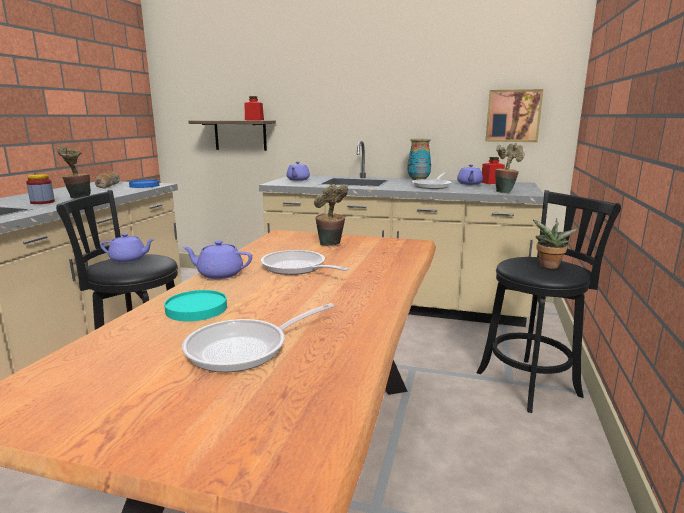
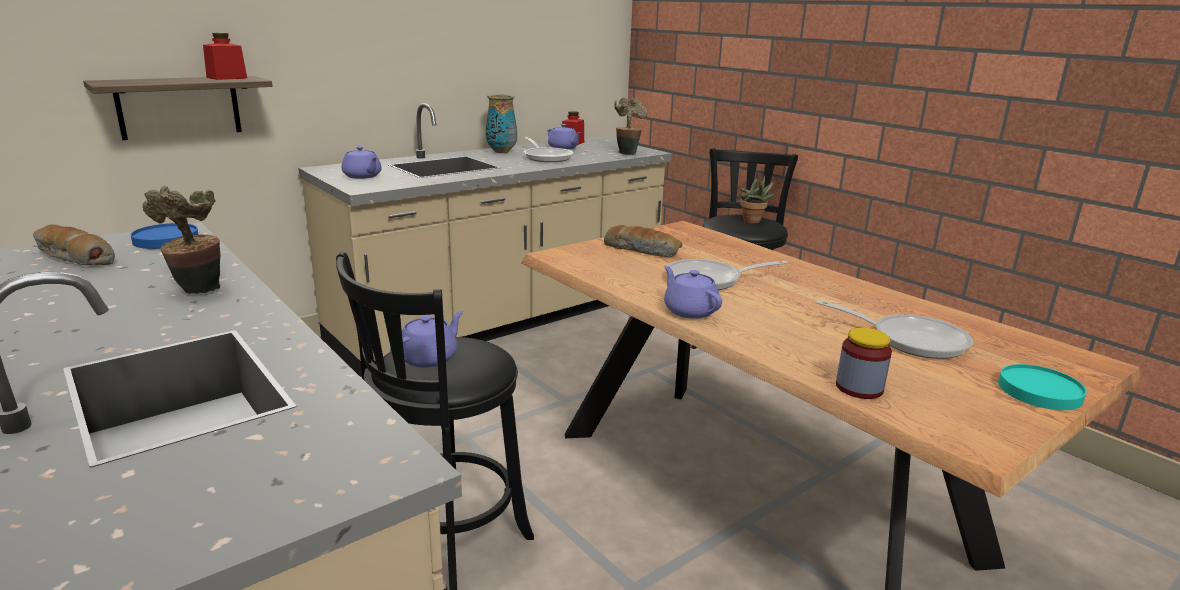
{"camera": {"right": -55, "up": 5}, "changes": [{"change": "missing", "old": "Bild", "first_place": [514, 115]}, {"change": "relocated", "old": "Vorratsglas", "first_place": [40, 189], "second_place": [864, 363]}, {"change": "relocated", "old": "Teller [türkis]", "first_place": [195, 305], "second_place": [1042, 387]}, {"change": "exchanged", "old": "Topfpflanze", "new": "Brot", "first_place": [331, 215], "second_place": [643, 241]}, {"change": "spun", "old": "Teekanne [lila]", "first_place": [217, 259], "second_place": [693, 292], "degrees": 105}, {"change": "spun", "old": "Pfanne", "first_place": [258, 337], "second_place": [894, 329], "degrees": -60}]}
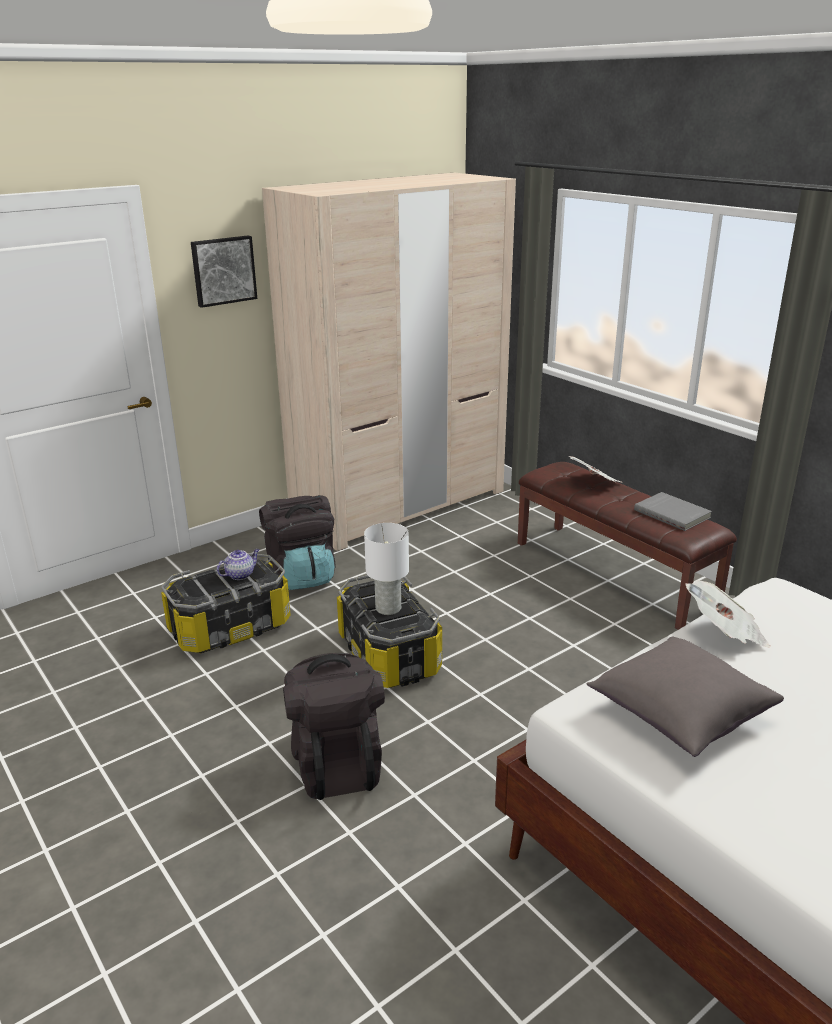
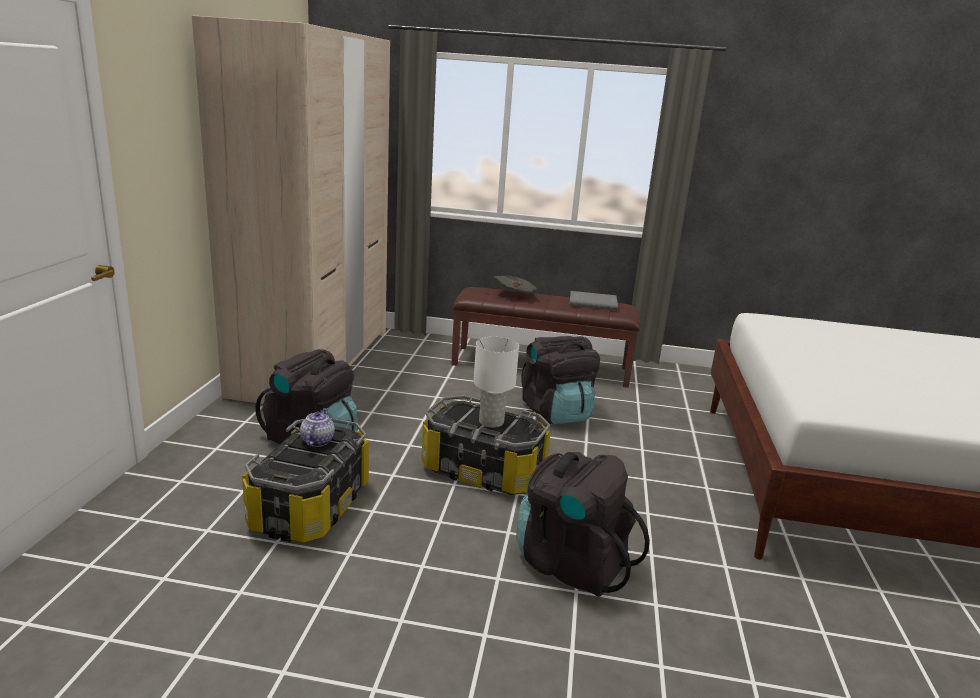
{"camera": {"right": -45, "up": -5}, "changes": [{"change": "missing", "old": "Bild", "first_place": [224, 272]}, {"change": "missing", "old": "Kissen [grau]", "first_place": [685, 696]}, {"change": "missing", "old": "Zeitung", "first_place": [727, 613]}, {"change": "appeared", "new": "Rucksack [schwarz]", "second_place": [560, 380]}]}
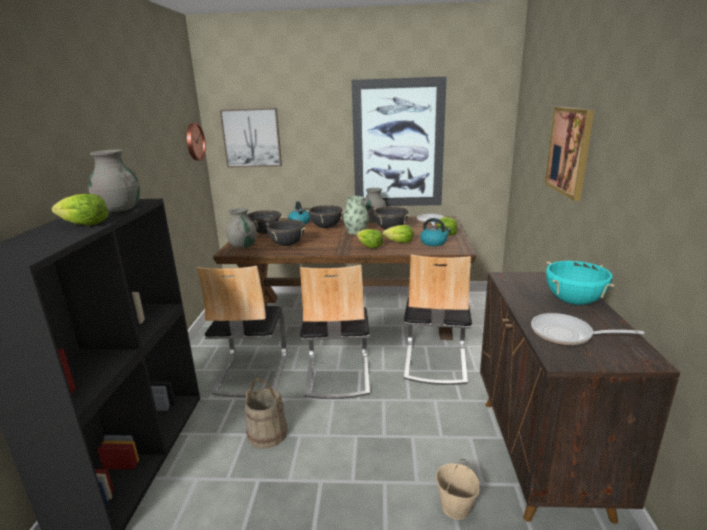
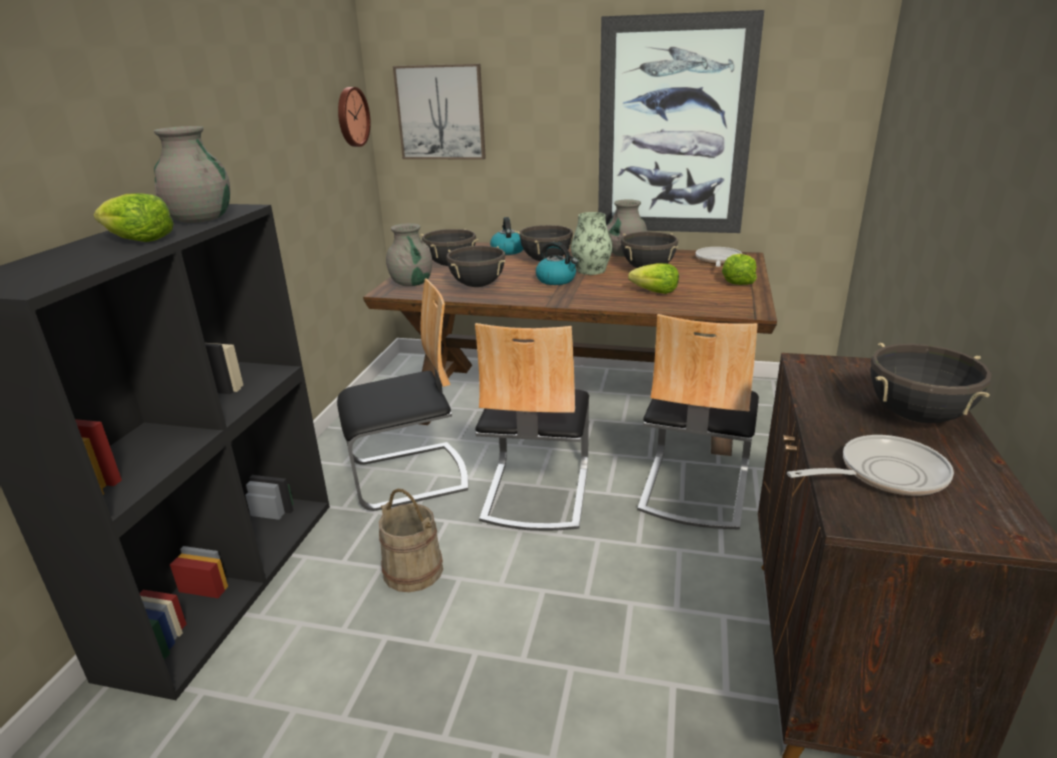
{"camera": {"right": 10, "up": 5}, "changes": [{"change": "missing", "old": "Salatkopf", "first_place": [369, 238]}, {"change": "missing", "old": "Eimer [beige]", "first_place": [457, 489]}, {"change": "missing", "old": "Bild", "first_place": [569, 154]}, {"change": "relocated", "old": "Wasserkessel", "first_place": [435, 232], "second_place": [557, 263]}, {"change": "colour", "old": "Kochtopf [türkis]", "new": "Kochtopf [schwarz]", "first_place": [580, 283], "second_place": [931, 383]}, {"change": "spun", "old": "Stuhl", "first_place": [241, 331], "second_place": [402, 394], "degrees": -120}, {"change": "spun", "old": "Pfanne", "first_place": [587, 329], "second_place": [870, 465], "degrees": 135}]}
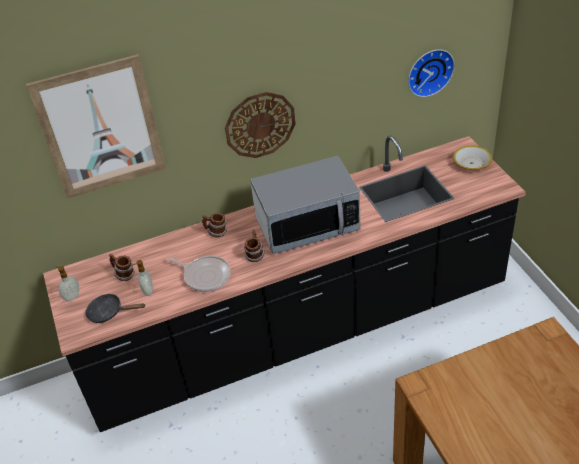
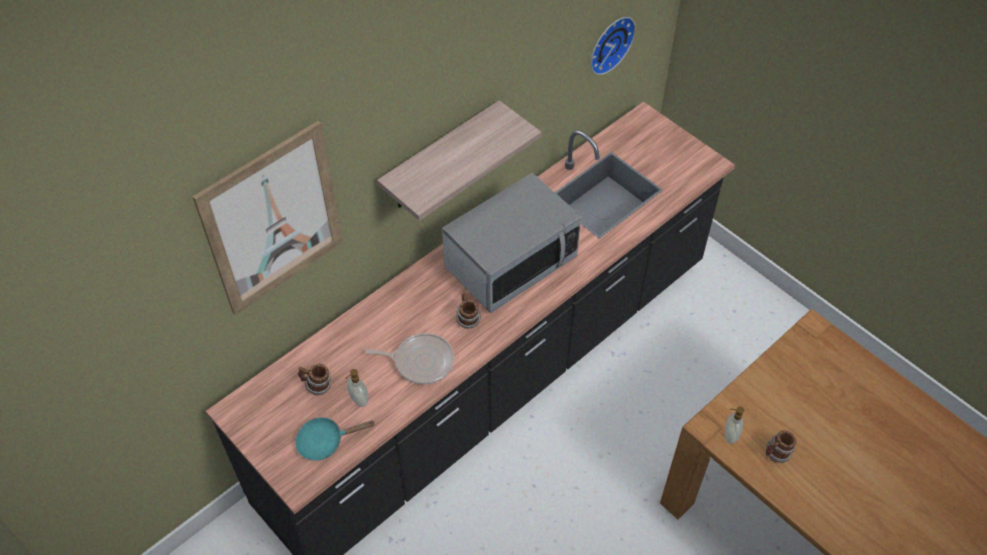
{"camera": {"right": -25, "up": 10}, "changes": [{"change": "missing", "old": "Schüssel", "first_place": [472, 158]}, {"change": "relocated", "old": "Seifenspender", "first_place": [68, 284], "second_place": [734, 425]}, {"change": "relocated", "old": "Henkelbecher", "first_place": [214, 225], "second_place": [781, 446]}, {"change": "exchanged", "old": "Wanduhr", "new": "Wandregal", "first_place": [260, 125], "second_place": [459, 160]}, {"change": "colour", "old": "Pfanne [schwarz]", "new": "Pfanne [türkis]", "first_place": [115, 308], "second_place": [335, 439]}]}
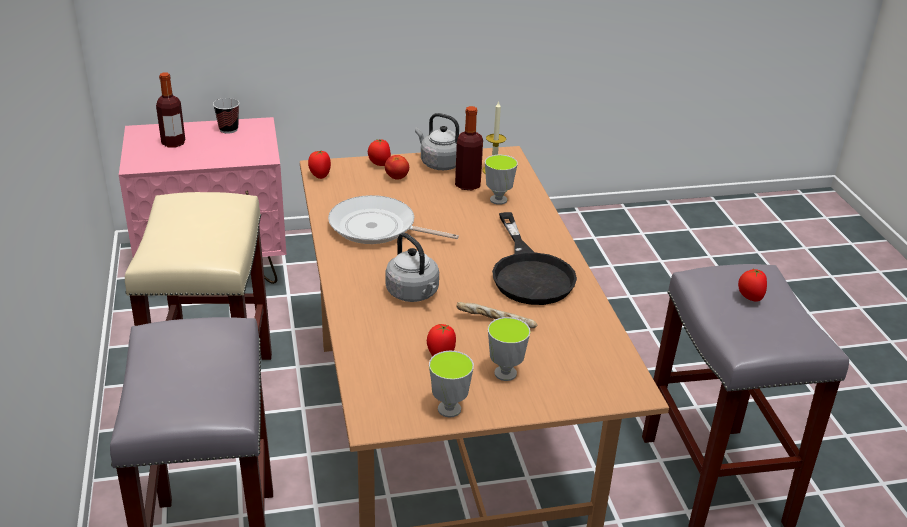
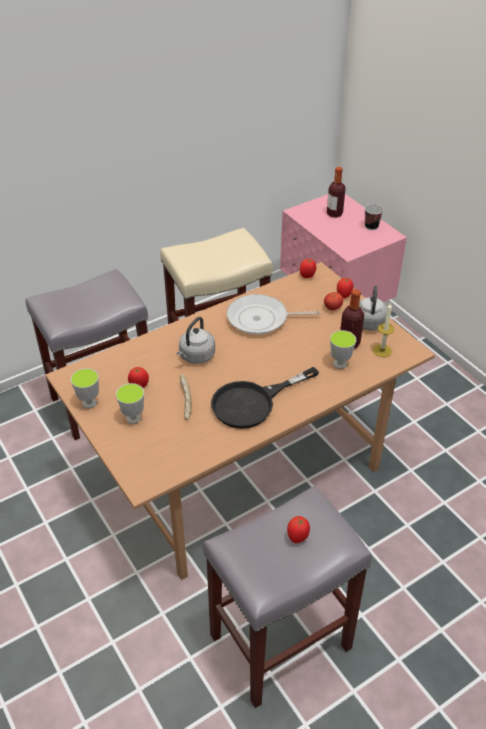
{"camera": {"right": 70, "up": 10}, "changes": [{"change": "spun", "old": "Pfanne", "first_place": [393, 219], "second_place": [274, 314], "degrees": -90}]}
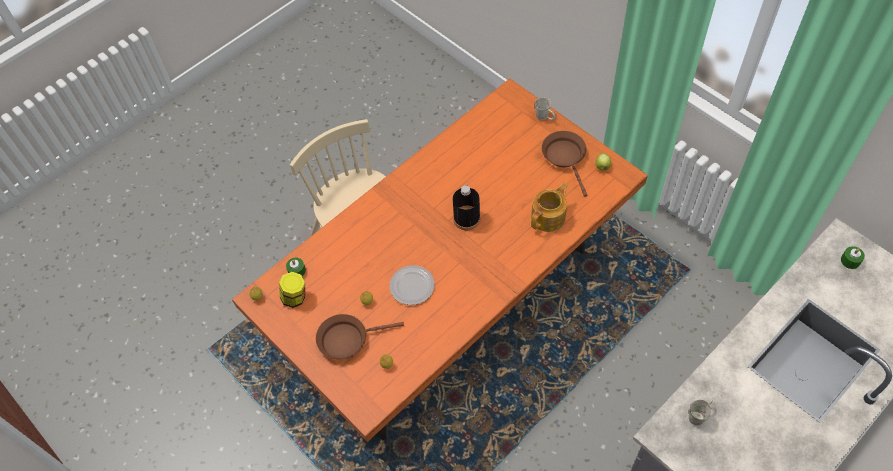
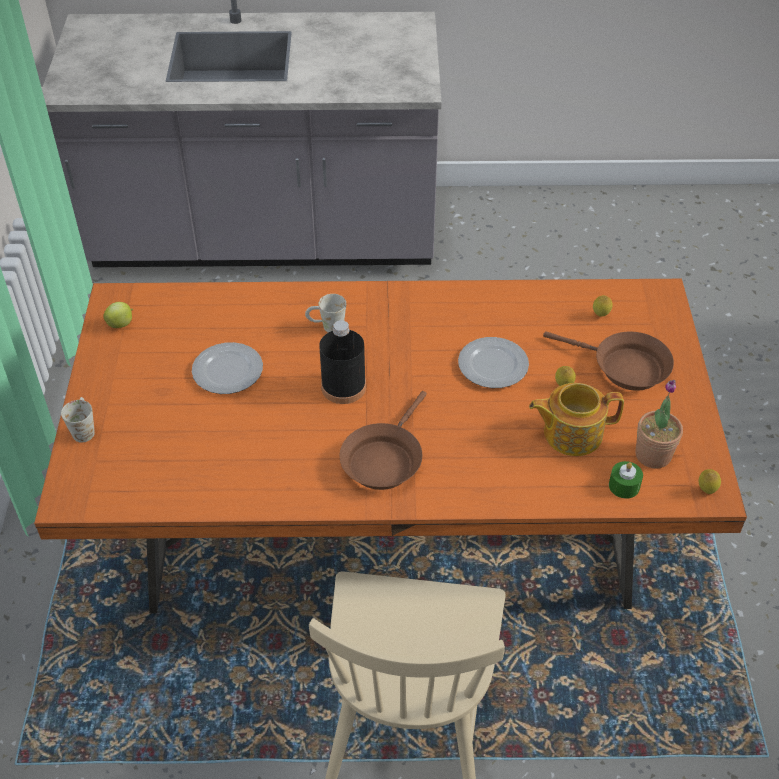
{"camera": {"right": -140, "up": -10}, "changes": [{"change": "missing", "old": "Kerze [grün]", "first_place": [853, 257]}, {"change": "appeared", "new": "Teller", "second_place": [227, 368]}, {"change": "relocated", "old": "Teekanne", "first_place": [549, 207], "second_place": [576, 419]}, {"change": "relocated", "old": "Pfanne [braun]", "first_place": [564, 164], "second_place": [383, 440]}, {"change": "relocated", "old": "Henkelbecher [weiß]", "first_place": [701, 413], "second_place": [325, 313]}, {"change": "exchanged", "old": "Vorratsglas", "new": "Topfpflanze", "first_place": [292, 290], "second_place": [659, 424]}]}
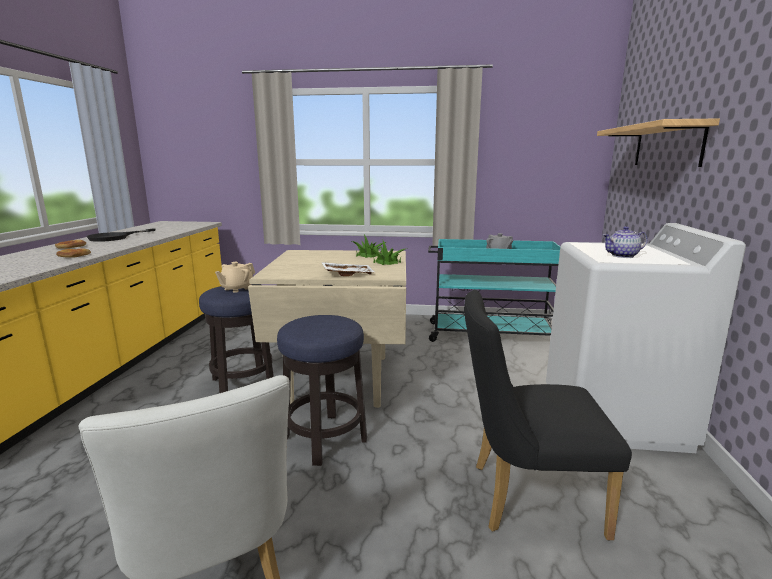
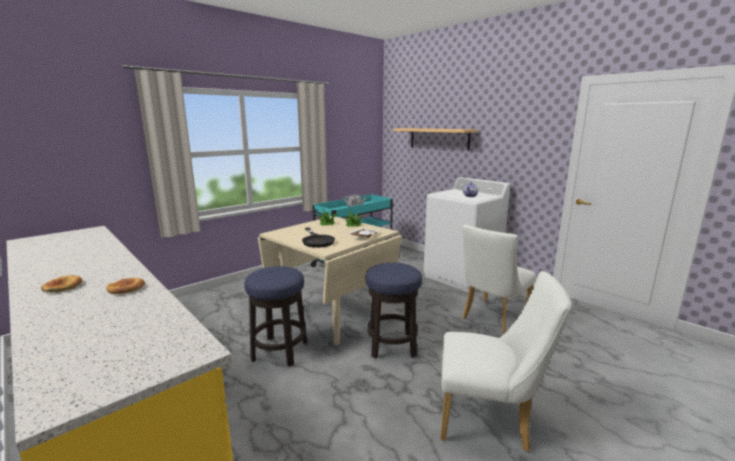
{"camera": {"right": -50, "up": 0}, "changes": [{"change": "missing", "old": "Teekanne [beige]", "first_place": [235, 277]}, {"change": "relocated", "old": "Pfanne [schwarz]", "first_place": [121, 235], "second_place": [318, 237]}, {"change": "colour", "old": "Stuhl [schwarz]", "new": "Stuhl [weiß]", "first_place": [548, 415], "second_place": [499, 279]}]}
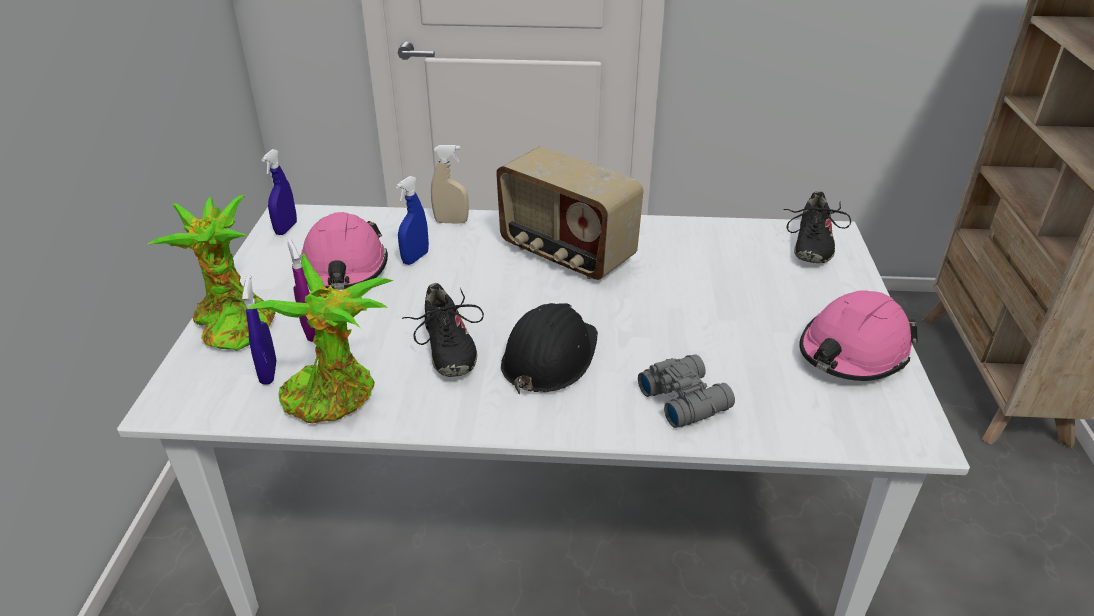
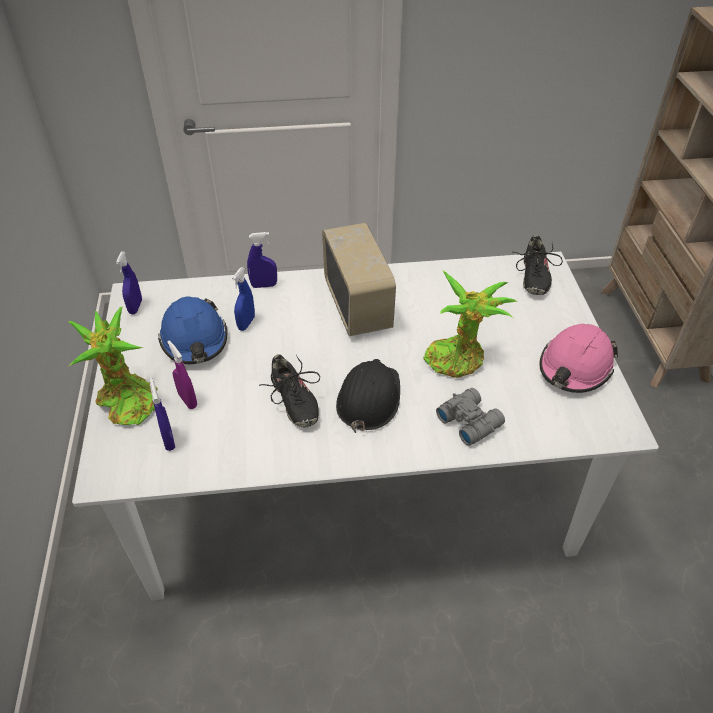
{"camera": {"right": -10, "up": 10}, "changes": [{"change": "relocated", "old": "Topfpflanze", "first_place": [319, 338], "second_place": [470, 324]}, {"change": "colour", "old": "Schutzhelm [rosa]", "new": "Schutzhelm [blau]", "first_place": [343, 251], "second_place": [192, 330]}, {"change": "colour", "old": "Sprühflasche [beige]", "new": "Sprühflasche [blau]", "first_place": [450, 184], "second_place": [262, 260]}, {"change": "spun", "old": "Radio", "first_place": [570, 213], "second_place": [359, 279], "degrees": -135}]}
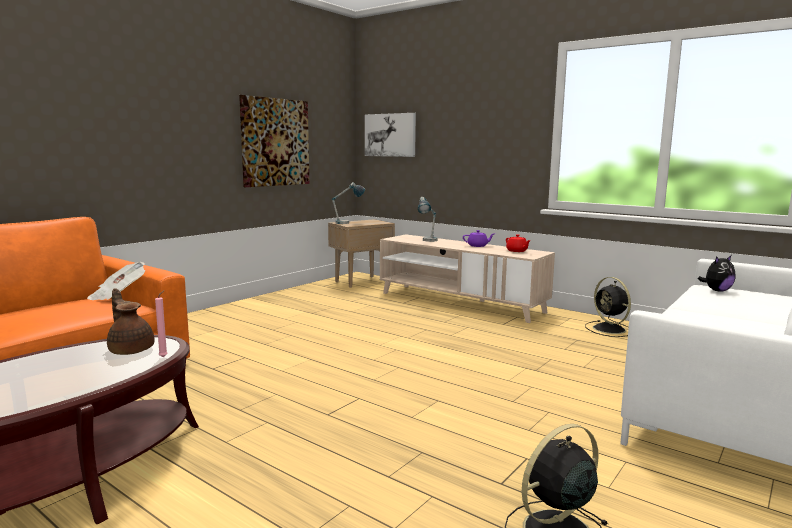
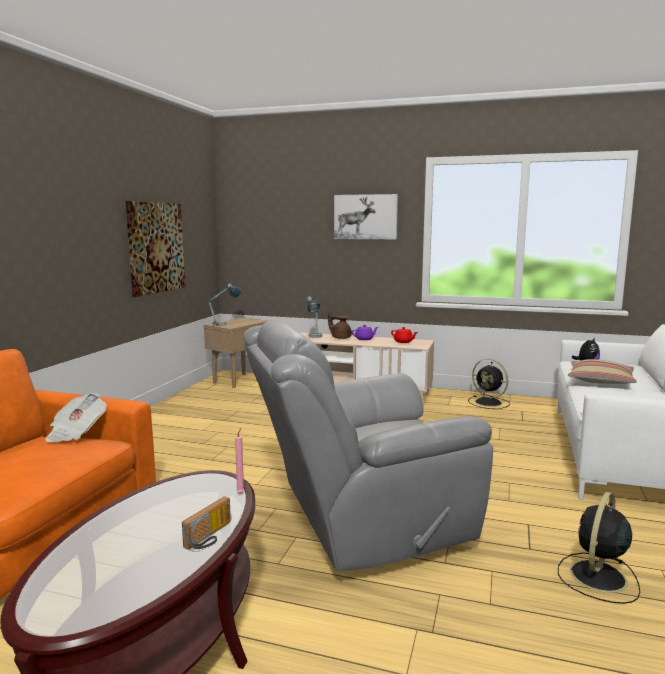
{"camera": {"right": -20, "up": 0}, "changes": [{"change": "appeared", "new": "Radio", "second_place": [206, 522]}, {"change": "appeared", "new": "Sessel [grau]", "second_place": [368, 446]}, {"change": "appeared", "new": "Kissen", "second_place": [602, 371]}, {"change": "relocated", "old": "Teekanne [braun]", "first_place": [130, 322], "second_place": [340, 325]}, {"change": "relocated", "old": "Bild", "first_place": [390, 135], "second_place": [366, 217]}]}
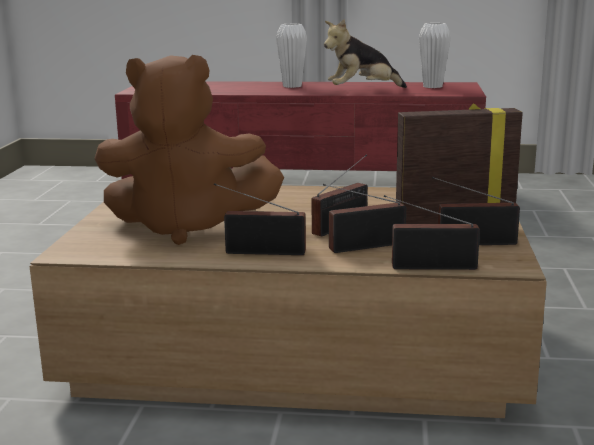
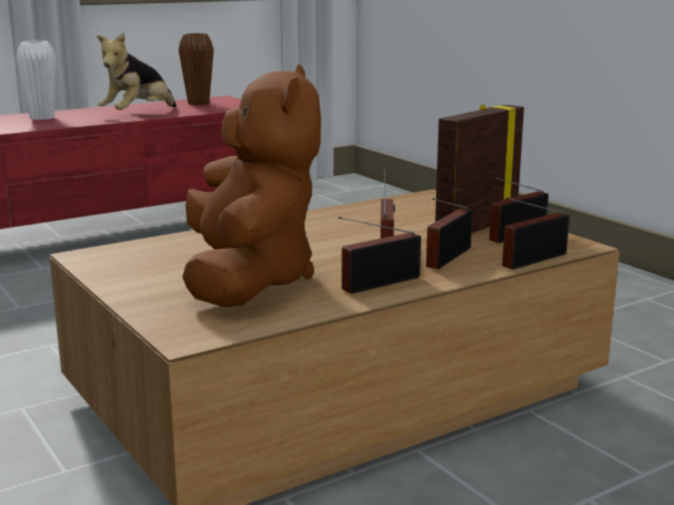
{"camera": {"right": -40, "up": 0}, "changes": [{"change": "colour", "old": "Vase [weiß]", "new": "Vase [braun]", "first_place": [435, 55], "second_place": [196, 69]}, {"change": "spun", "old": "Plüschtier [braun]", "first_place": [189, 150], "second_place": [251, 185], "degrees": -60}]}
